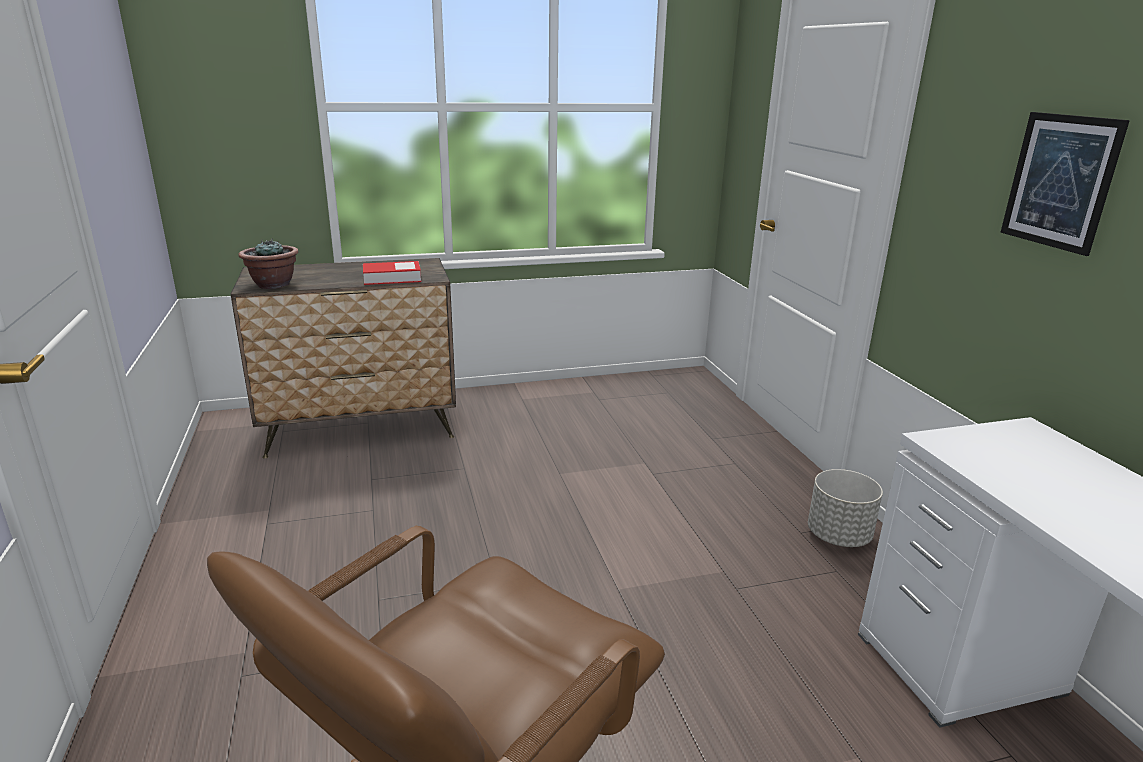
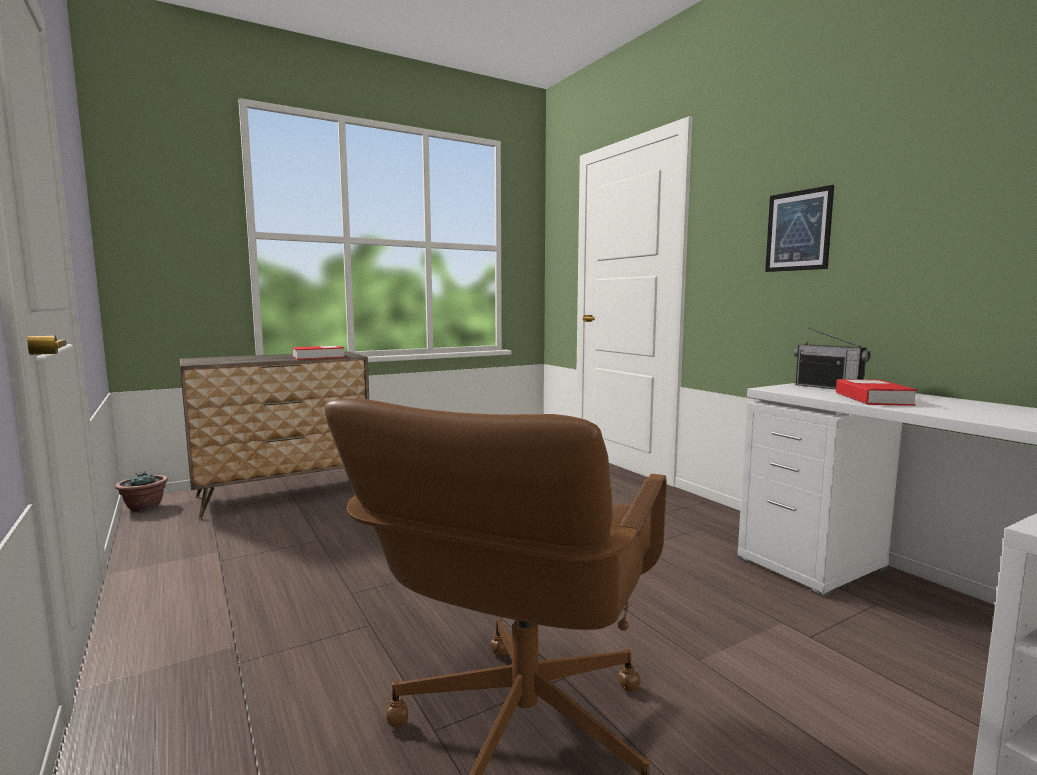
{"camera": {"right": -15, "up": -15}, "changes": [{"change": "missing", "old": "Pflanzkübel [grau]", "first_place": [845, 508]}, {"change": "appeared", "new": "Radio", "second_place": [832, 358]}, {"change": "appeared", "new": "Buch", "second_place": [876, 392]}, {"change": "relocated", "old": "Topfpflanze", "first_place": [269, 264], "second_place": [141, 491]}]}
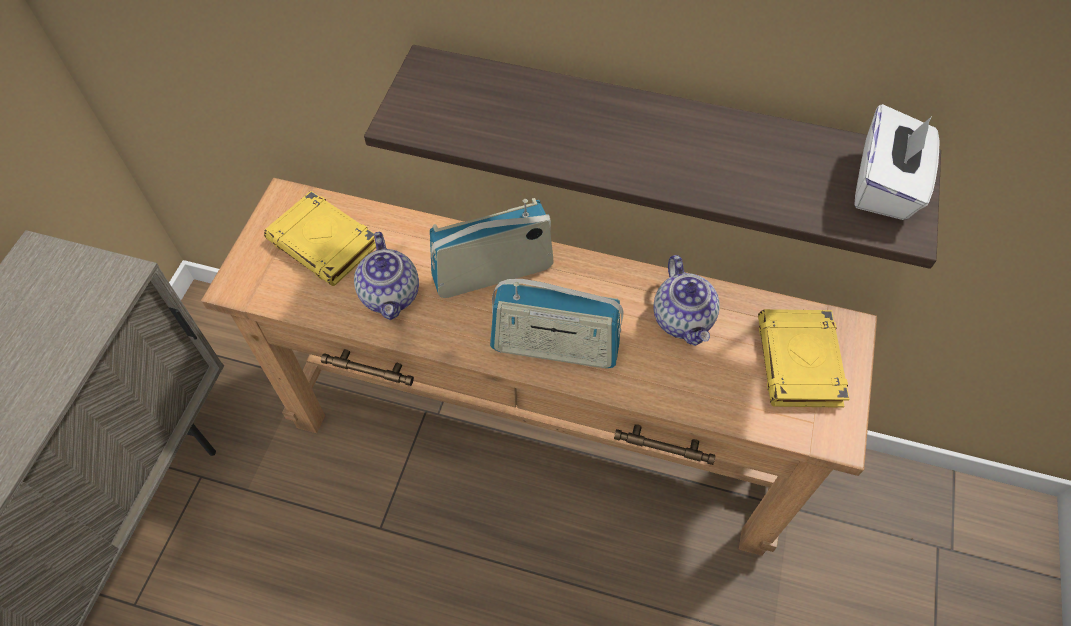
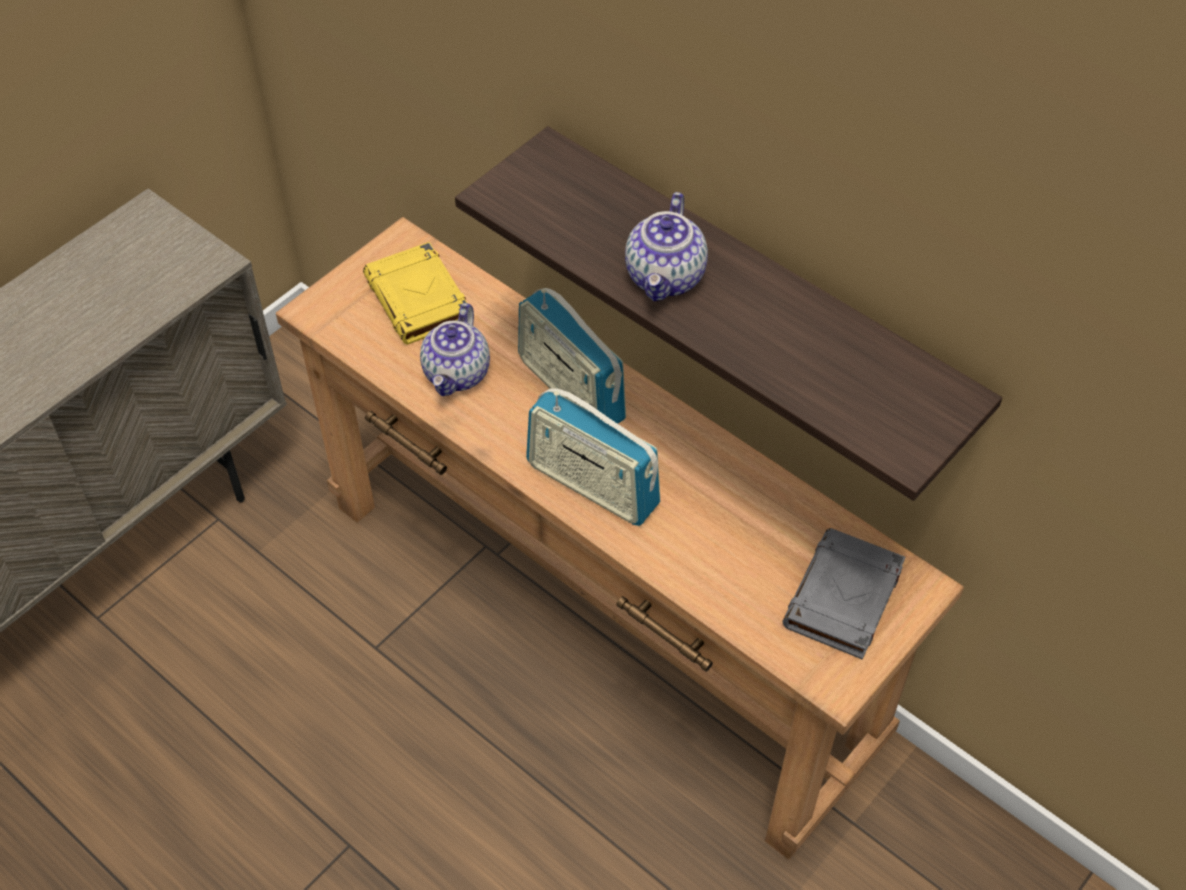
{"camera": {"right": 25, "up": -5}, "changes": [{"change": "missing", "old": "Taschentuchbox [weiß]", "first_place": [896, 162]}, {"change": "relocated", "old": "Teekanne", "first_place": [687, 300], "second_place": [666, 246]}, {"change": "colour", "old": "Buch [gelb]", "new": "Buch [grau]", "first_place": [804, 358], "second_place": [844, 594]}, {"change": "spun", "old": "Radio", "first_place": [492, 248], "second_place": [572, 356], "degrees": -135}]}
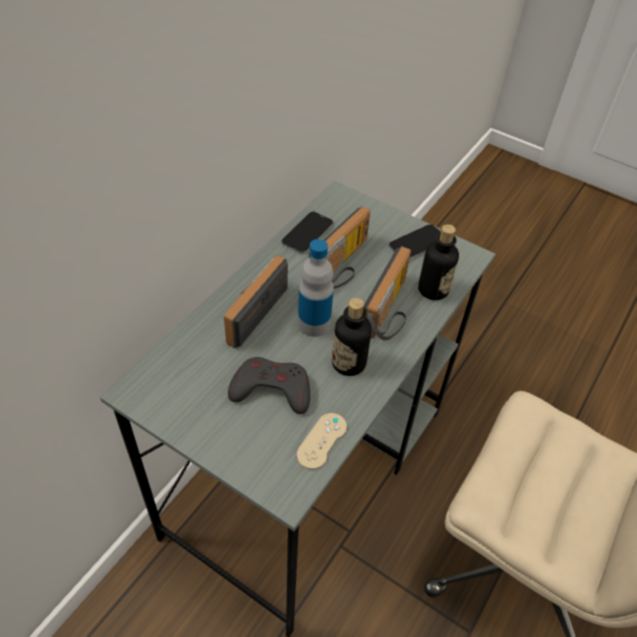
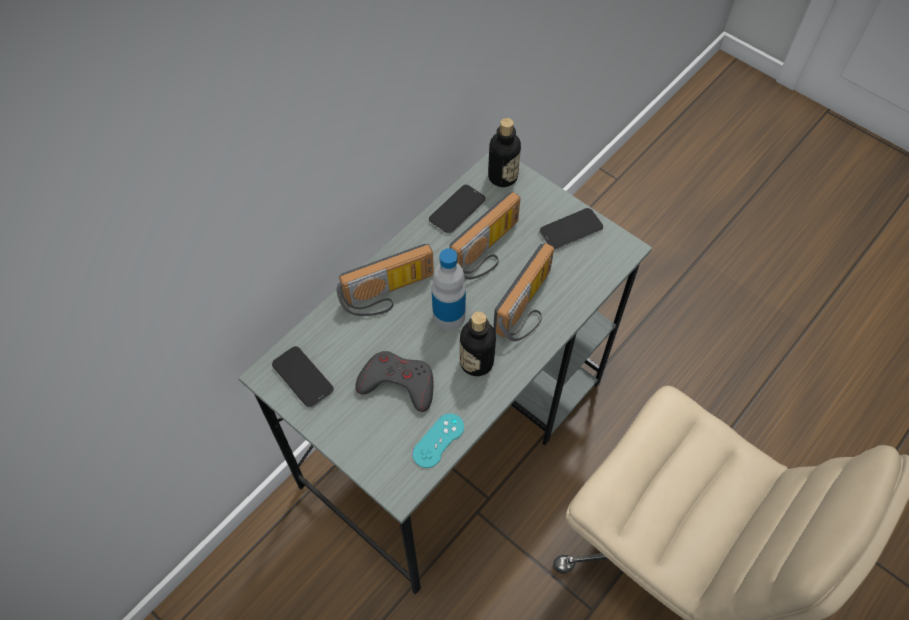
{"camera": {"right": 10, "up": 10}, "changes": [{"change": "appeared", "new": "Handy", "second_place": [303, 377]}, {"change": "relocated", "old": "Flasche", "first_place": [438, 262], "second_place": [504, 152]}, {"change": "colour", "old": "Gamepad [beige]", "new": "Gamepad [türkis]", "first_place": [321, 441], "second_place": [438, 440]}, {"change": "spun", "old": "Radio", "first_place": [256, 301], "second_place": [385, 280], "degrees": -150}]}
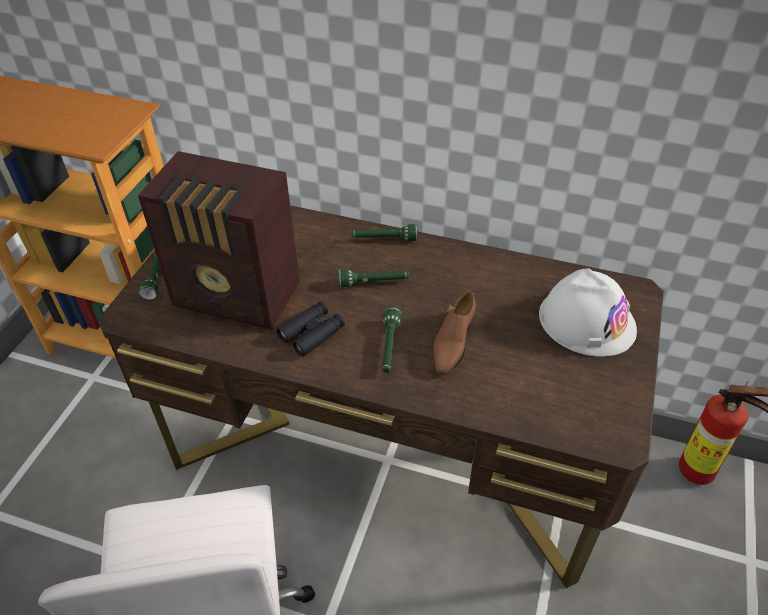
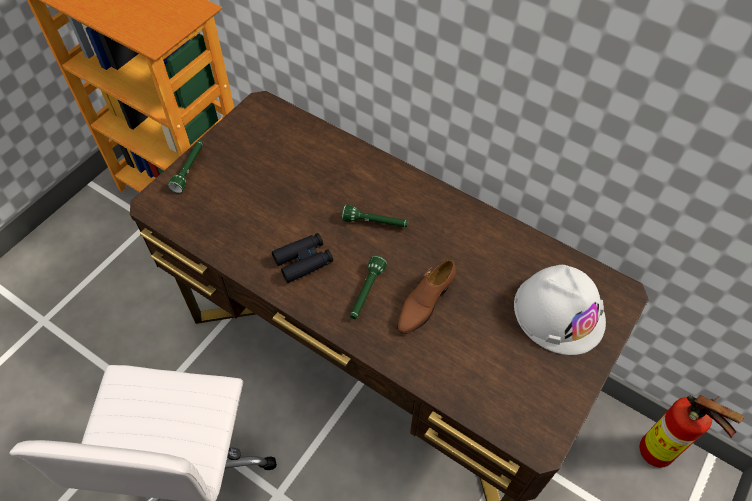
{"camera": {"right": 15, "up": 10}, "changes": [{"change": "missing", "old": "Radio", "first_place": [219, 240]}, {"change": "missing", "old": "Taschenlampe [grün]", "first_place": [384, 232]}]}
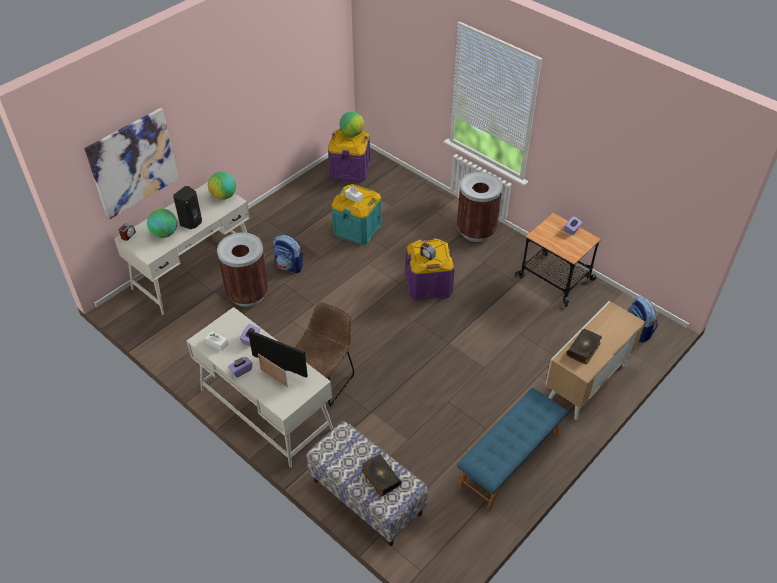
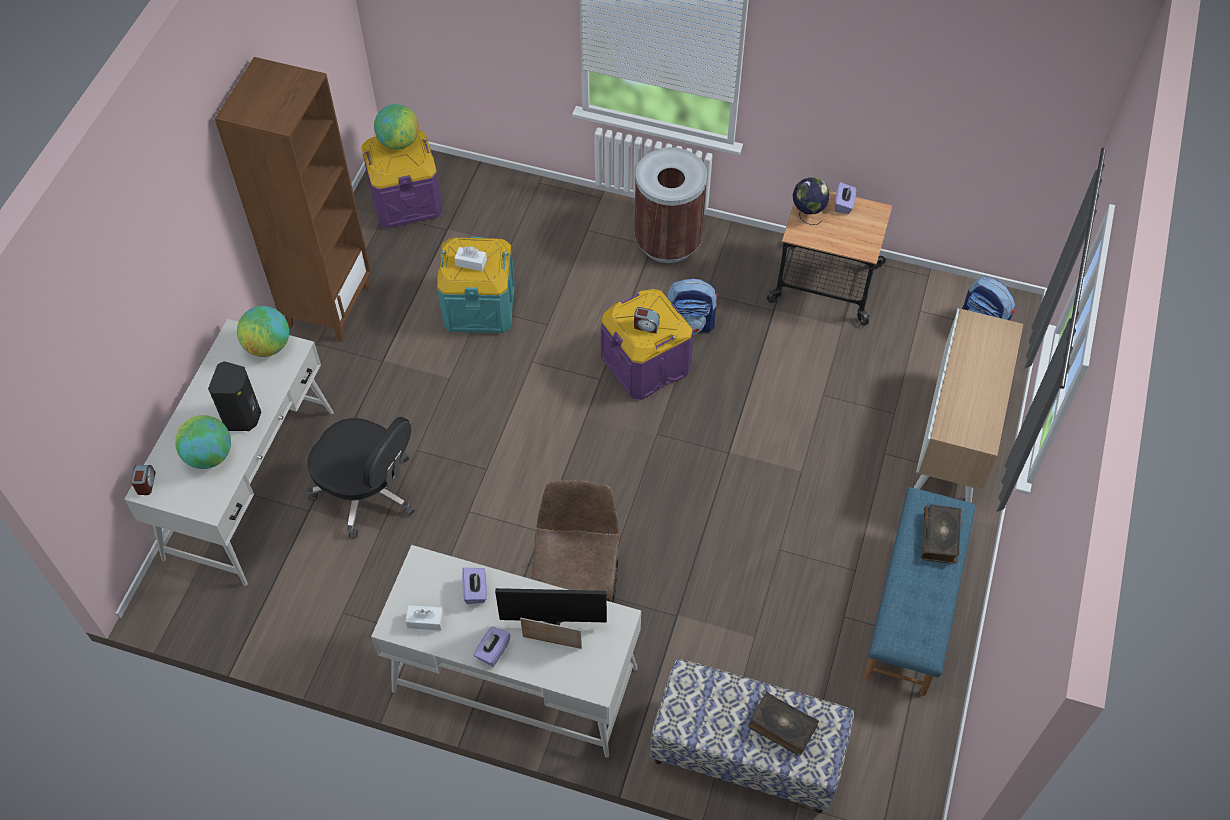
{"camera": {"right": -25, "up": 10}, "changes": [{"change": "missing", "old": "Bild", "first_place": [131, 164]}, {"change": "appeared", "new": "Bücherregal [braun]", "second_place": [293, 199]}, {"change": "appeared", "new": "Globus", "second_place": [811, 201]}, {"change": "relocated", "old": "Rucksack", "first_place": [288, 254], "second_place": [692, 306]}, {"change": "relocated", "old": "Buch", "first_place": [584, 346], "second_place": [941, 534]}, {"change": "exchanged", "old": "Mülleimer [braun]", "new": "Bürostuhl [schwarz]", "first_place": [243, 269], "second_place": [361, 477]}]}
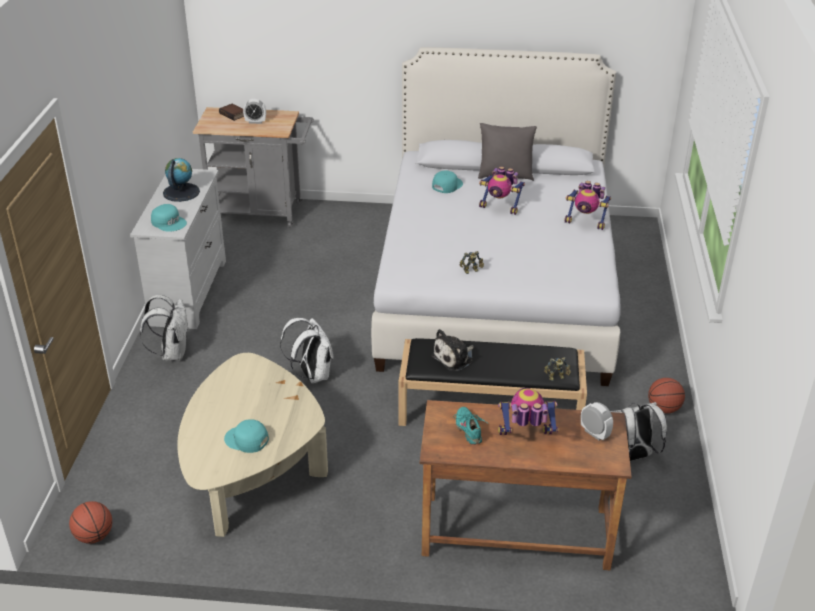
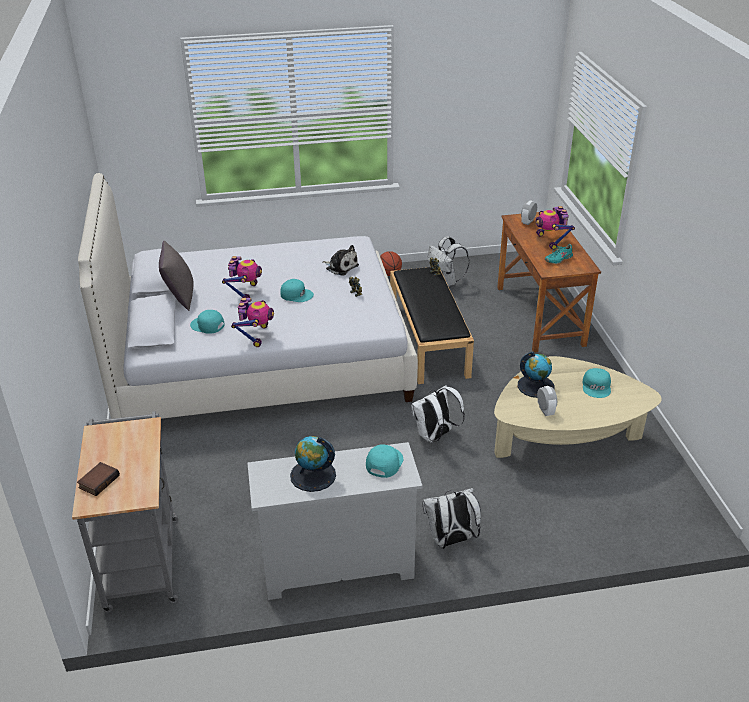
{"camera": {"right": -105, "up": 0}, "changes": [{"change": "missing", "old": "Basketball", "first_place": [90, 522]}, {"change": "appeared", "new": "Kappe [türkis]", "second_place": [297, 290]}, {"change": "appeared", "new": "Globus", "second_place": [536, 375]}, {"change": "relocated", "old": "Wecker", "first_place": [254, 111], "second_place": [547, 401]}, {"change": "relocated", "old": "Plüschtier", "first_place": [452, 350], "second_place": [341, 260]}, {"change": "relocated", "old": "Spielzeugroboter", "first_place": [587, 205], "second_place": [252, 322]}]}
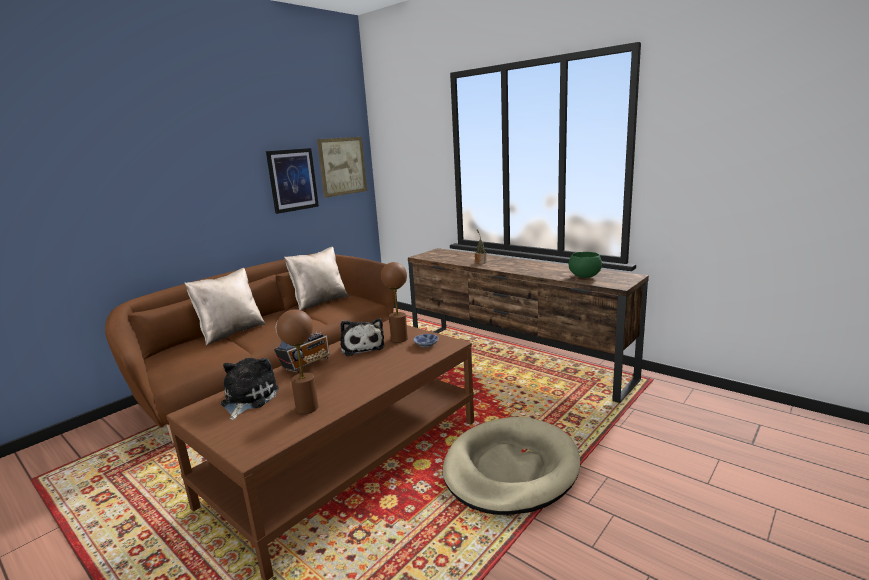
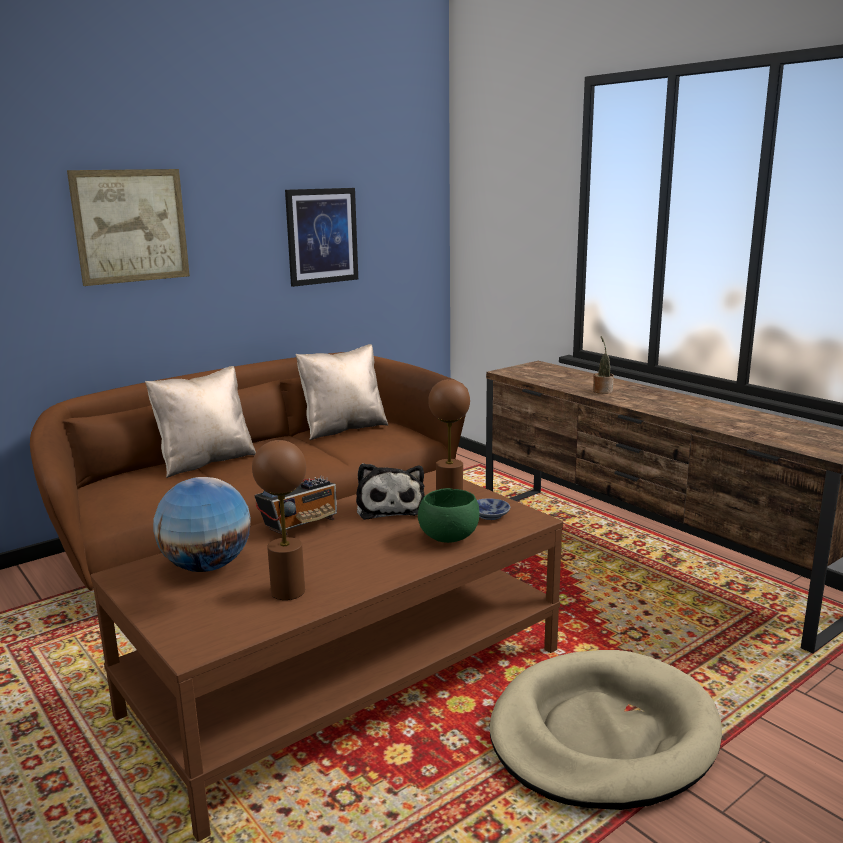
{"camera": {"right": 10, "up": 0}, "changes": [{"change": "relocated", "old": "Bild", "first_place": [342, 167], "second_place": [128, 227]}, {"change": "relocated", "old": "Schüssel [grün]", "first_place": [585, 265], "second_place": [448, 515]}, {"change": "exchanged", "old": "Plüschtier", "new": "Globus", "first_place": [250, 389], "second_place": [202, 524]}]}
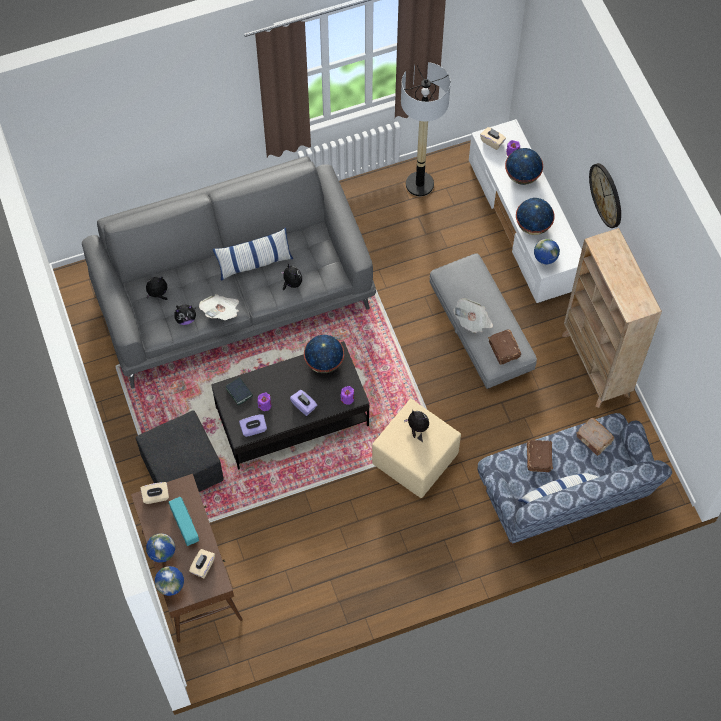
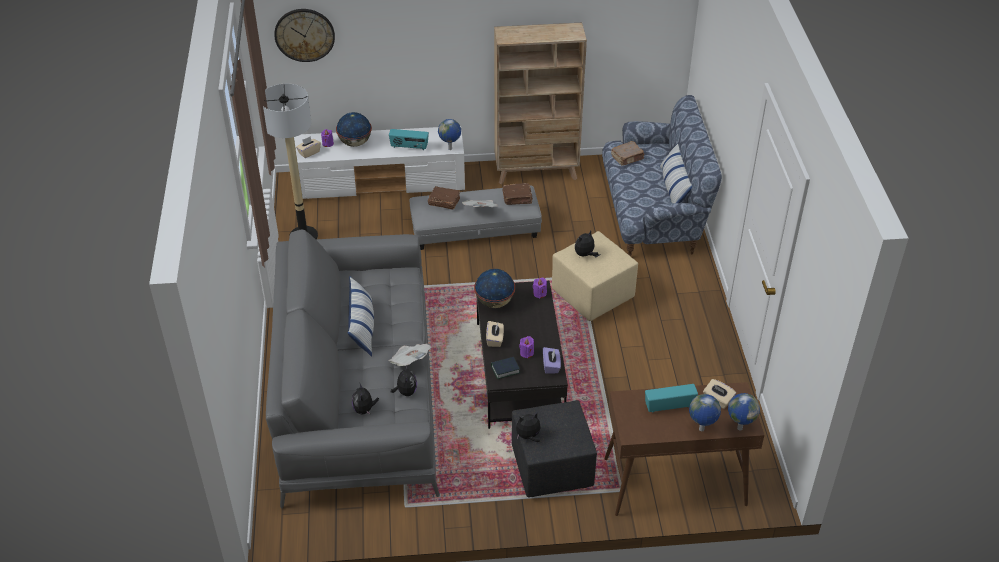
{"camera": {"right": -75, "up": -20}, "changes": [{"change": "missing", "old": "Taschentuchbox [lila]", "first_place": [303, 403]}, {"change": "relocated", "old": "Taschentuchbox [beige]", "first_place": [154, 493], "second_place": [495, 334]}, {"change": "relocated", "old": "Plüschtier", "first_place": [291, 276], "second_place": [528, 427]}, {"change": "relocated", "old": "Buch [braun]", "first_place": [540, 456], "second_place": [444, 197]}, {"change": "relocated", "old": "Wanduhr", "first_place": [605, 195], "second_place": [304, 35]}, {"change": "exchanged", "old": "Globus", "new": "Radio", "first_place": [535, 216], "second_place": [409, 139]}]}
